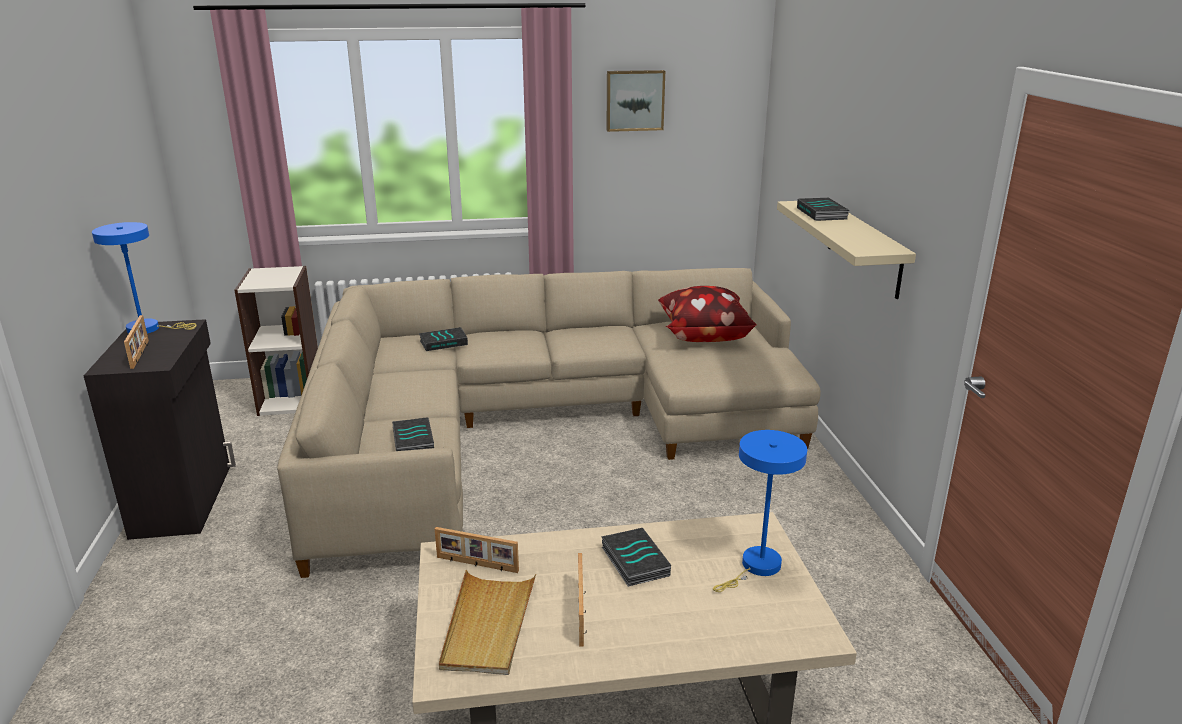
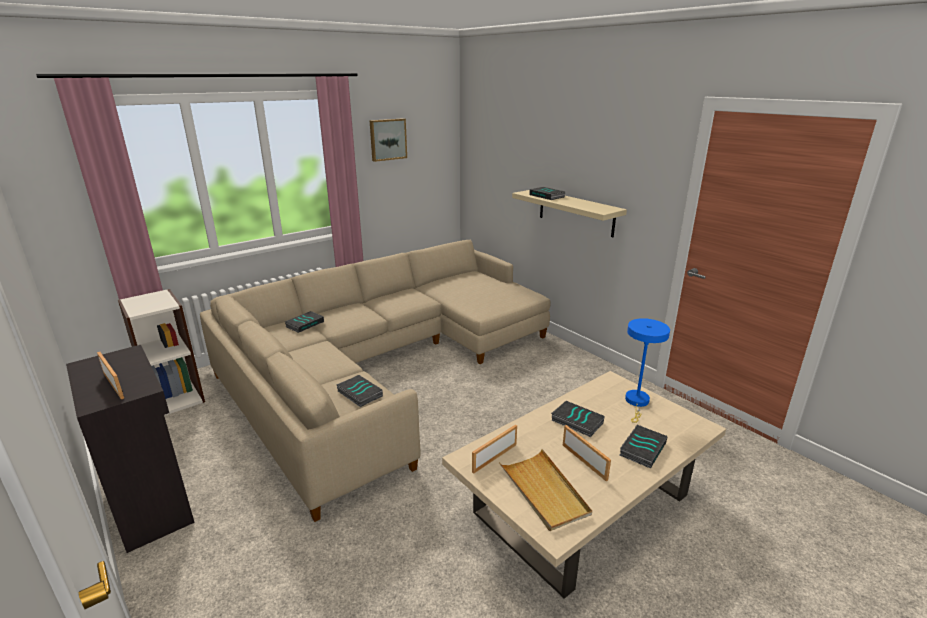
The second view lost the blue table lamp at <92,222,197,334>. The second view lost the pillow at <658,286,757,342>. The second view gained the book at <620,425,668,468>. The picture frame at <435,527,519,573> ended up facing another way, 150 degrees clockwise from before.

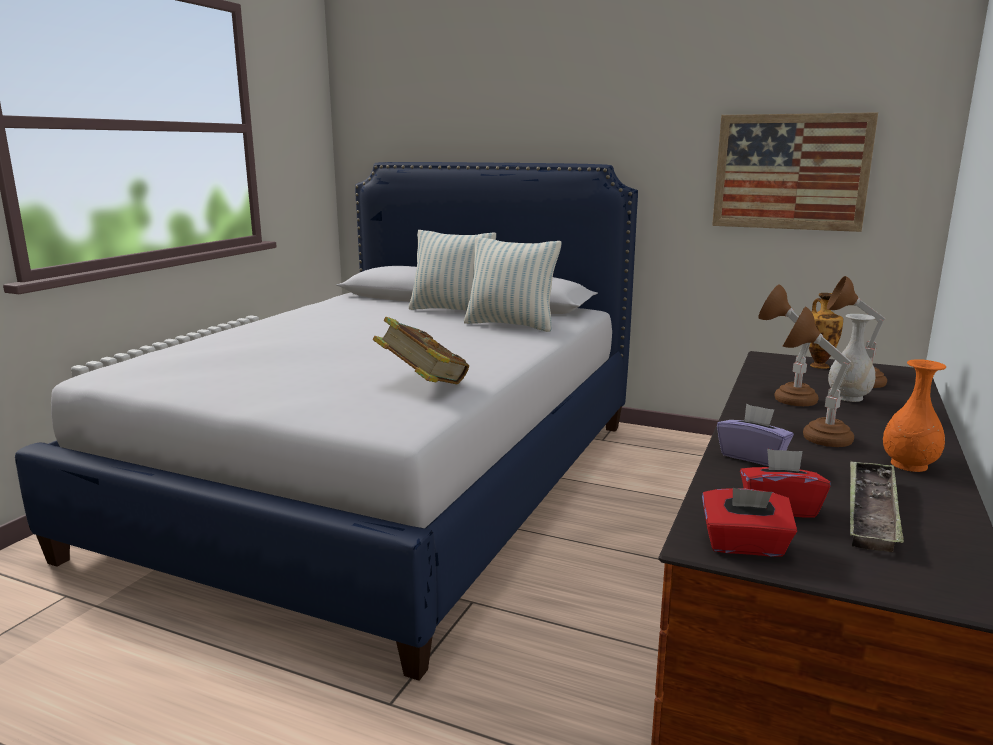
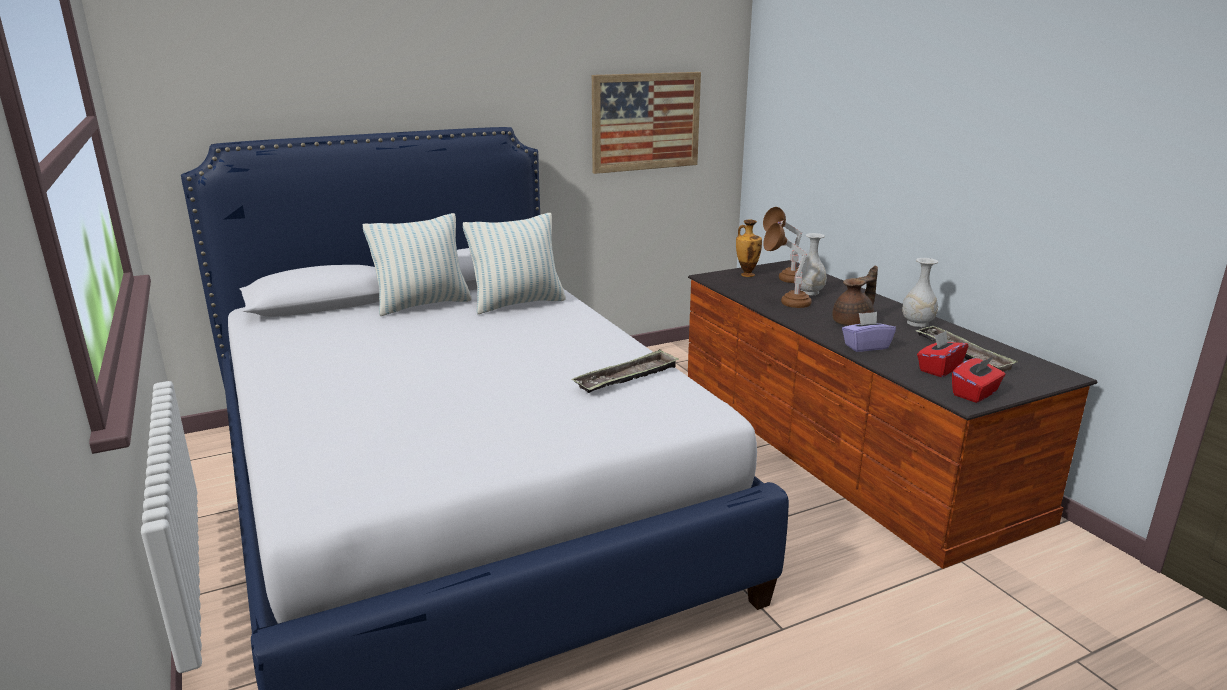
Where the book stood at <373,317,469,384>, the tray came to stand at <572,349,679,393>. Where the brown table lamp stood at <783,306,854,447>, the brown teapot came to stand at <832,266,878,326>. What was the orange vase at <883,359,946,472> turned into the white vase at <902,258,938,327>.

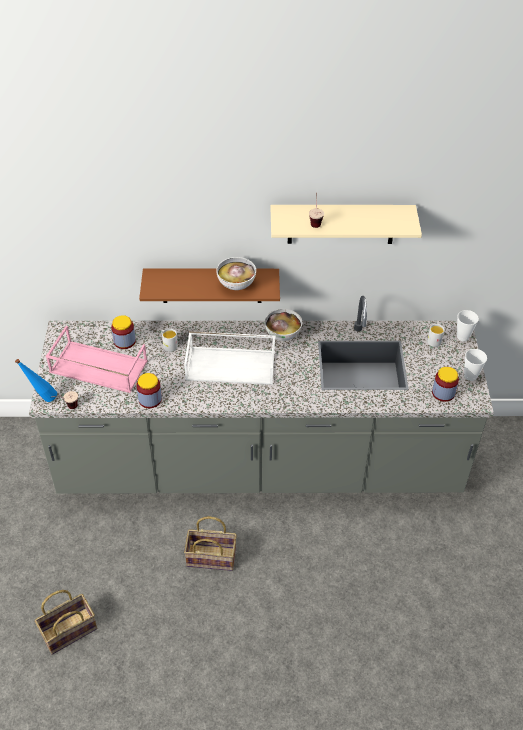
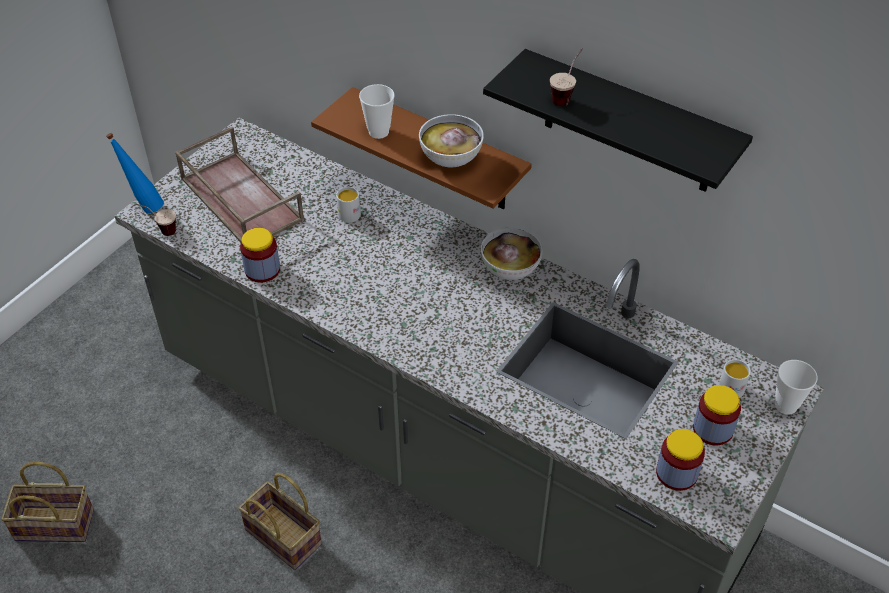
The second view lost the white tray at <184,331,275,385>. The jar ended up elsewhere, having gone from <111,315,136,349> to <693,385,741,445>. The cup ended up elsewhere, having gone from <464,349,487,381> to <359,84,395,139>. What was the pink tray at <46,326,148,393> turned into the brown tray at <175,127,304,242>. What was the beige shelf at <271,205,422,244> turned into the black shelf at <483,49,753,192>.

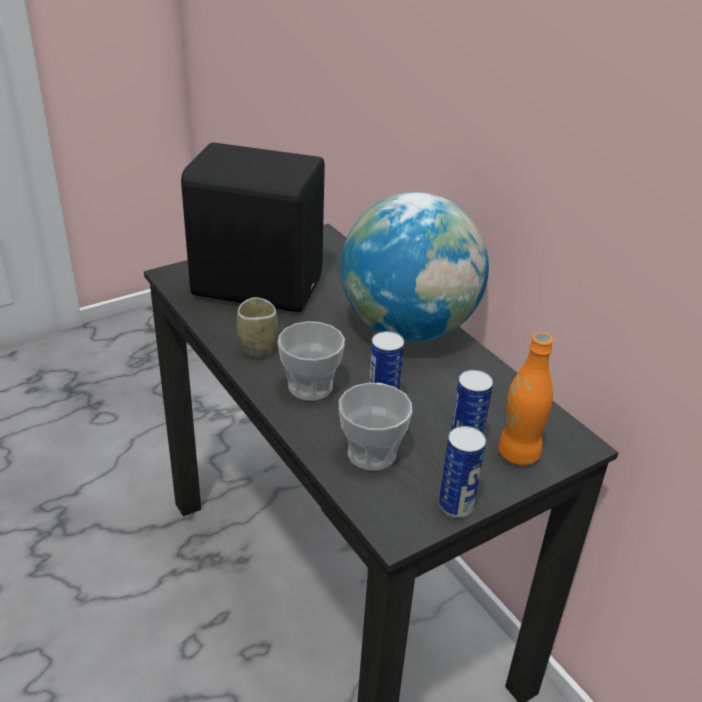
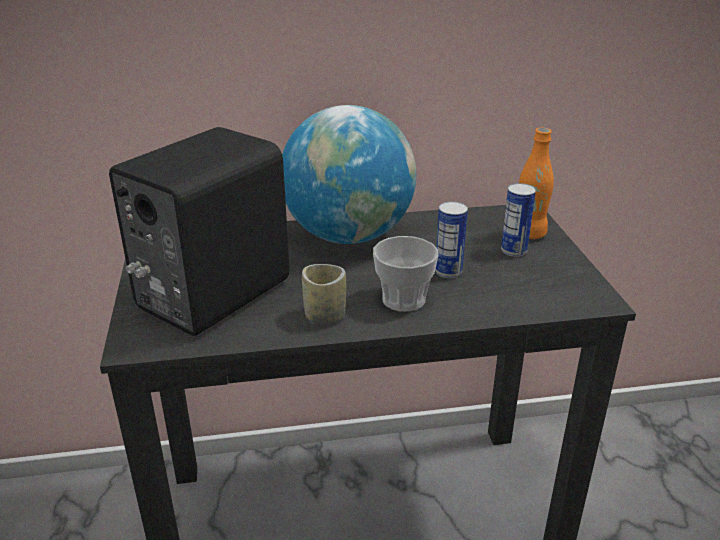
The second view lost the cup at <339,383,412,471>. The second view lost the can at <439,426,486,519>.

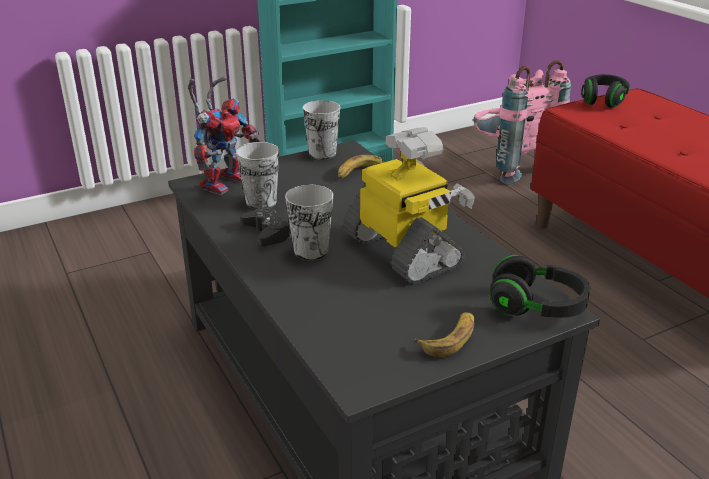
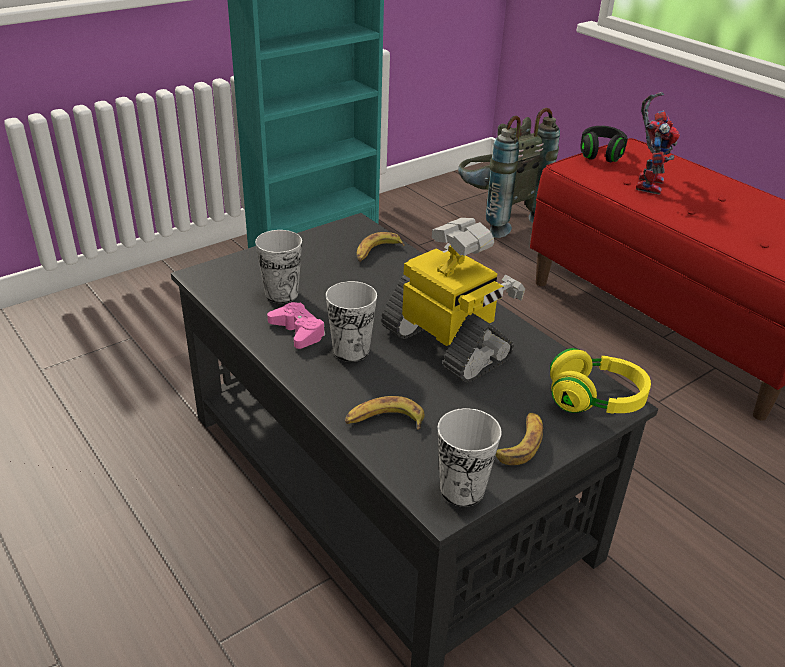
The second view gained the banana at <345,396,425,430>. The toy robot ended up elsewhere, having gone from <188,77,261,195> to <636,92,680,195>. The cup ended up elsewhere, having gone from <303,100,340,160> to <438,408,502,507>. What was the black game controller at <241,206,291,246> turned into the pink game controller at <267,302,325,349>. What was the pink backpack at <473,60,571,184> turned into the grey backpack at <458,108,560,238>. What was the black headphones at <490,255,590,318> turned into the yellow headphones at <550,348,651,414>.

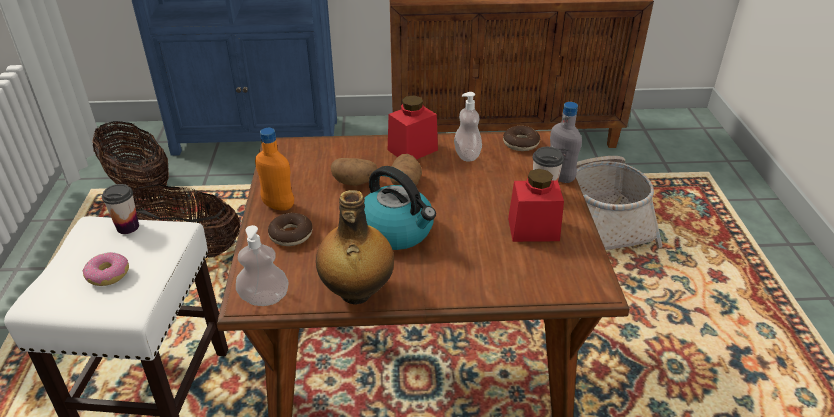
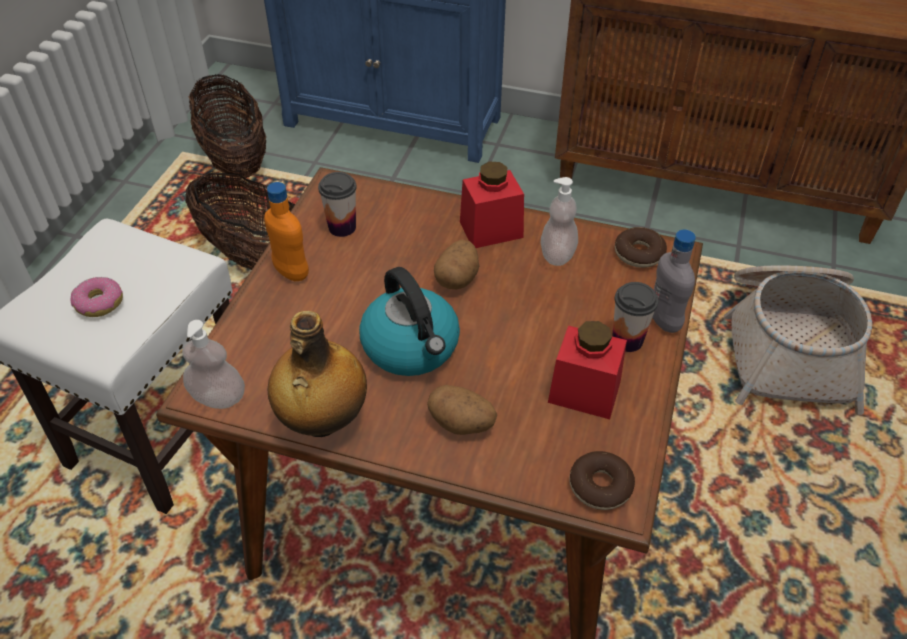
The cup ended up elsewhere, having gone from <102,184,139,234> to <318,172,357,237>. The donut ended up elsewhere, having gone from <268,213,312,246> to <569,451,635,510>. The potato ended up elsewhere, having gone from <331,158,377,186> to <427,385,497,435>.

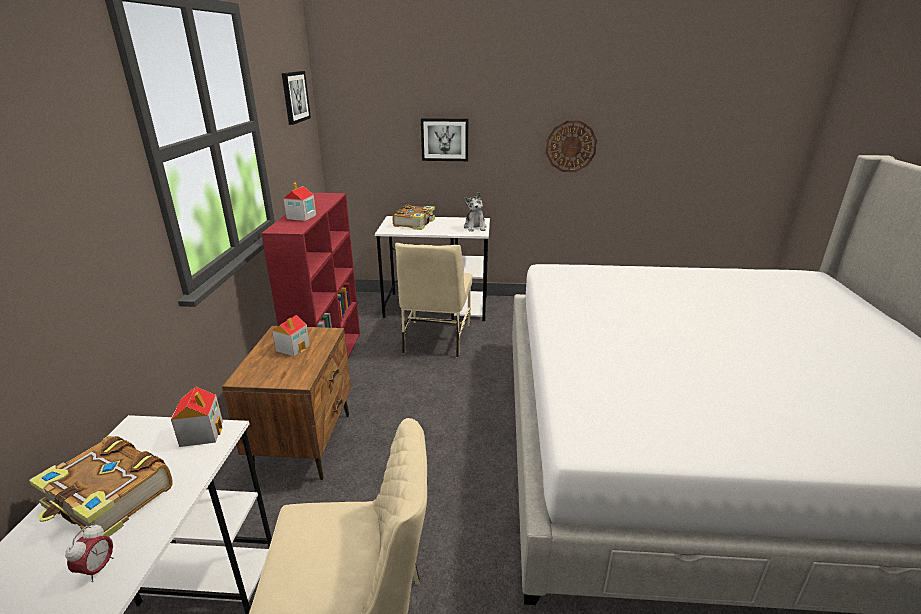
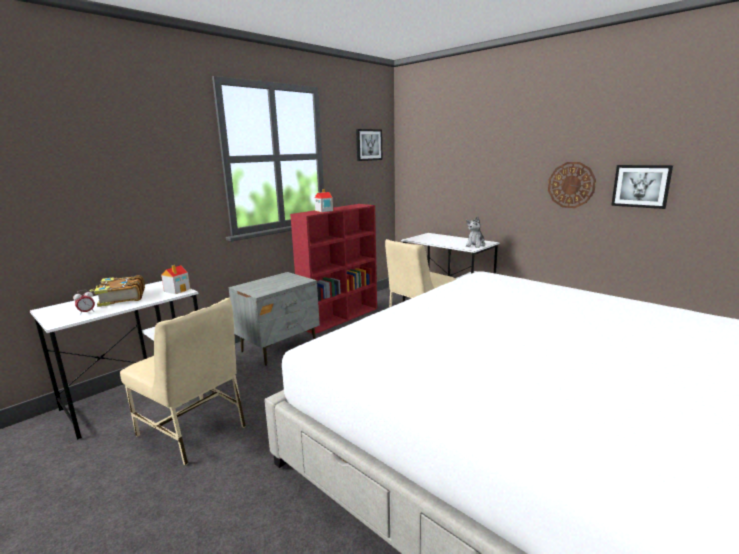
The second view lost the toy house at <272,315,310,356>. The second view lost the book at <392,205,435,230>. The picture ended up elsewhere, having gone from <421,118,468,161> to <611,165,673,209>. What was the brown nightstand at <222,326,351,480> turned into the grey nightstand at <228,272,320,366>.

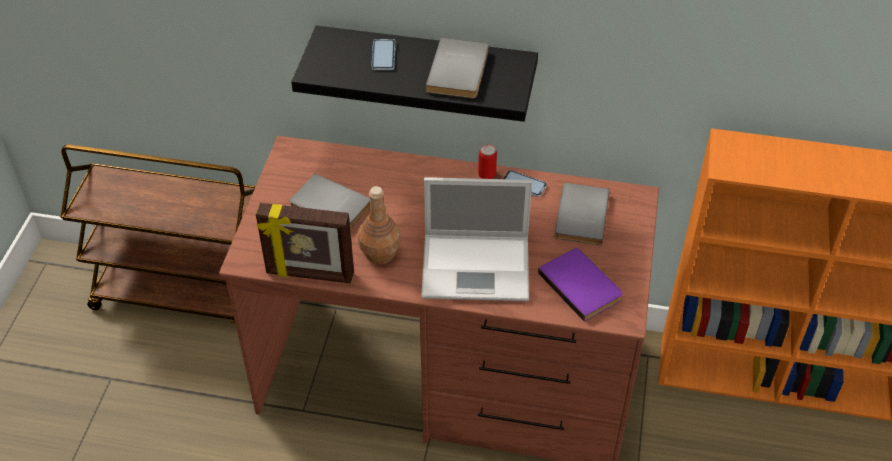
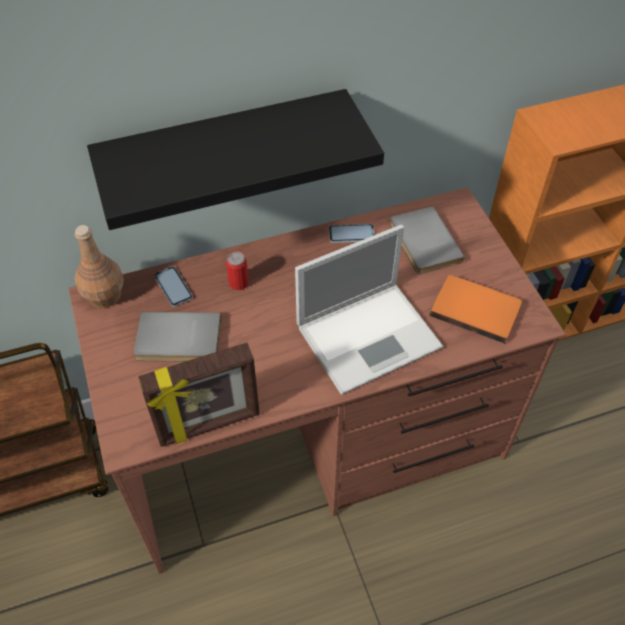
The second view lost the grey book at <425,38,489,98>. The brown bottle ended up elsewhere, having gone from <358,186,401,264> to <75,225,124,308>. The phone ended up elsewhere, having gone from <371,39,395,70> to <154,266,193,307>. The can ended up elsewhere, having gone from <478,144,497,179> to <226,251,249,290>. What was the purple book at <538,248,623,322> turned into the orange book at <429,275,522,344>.

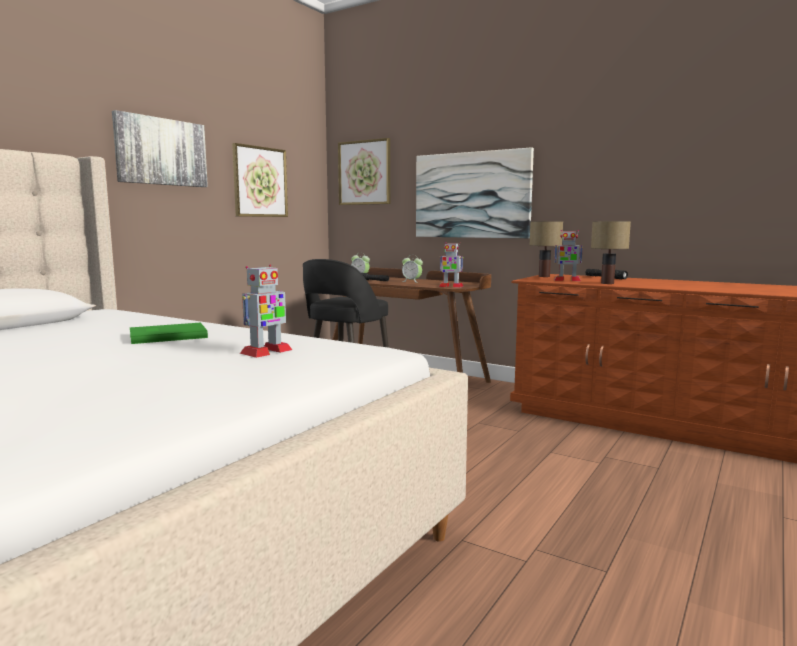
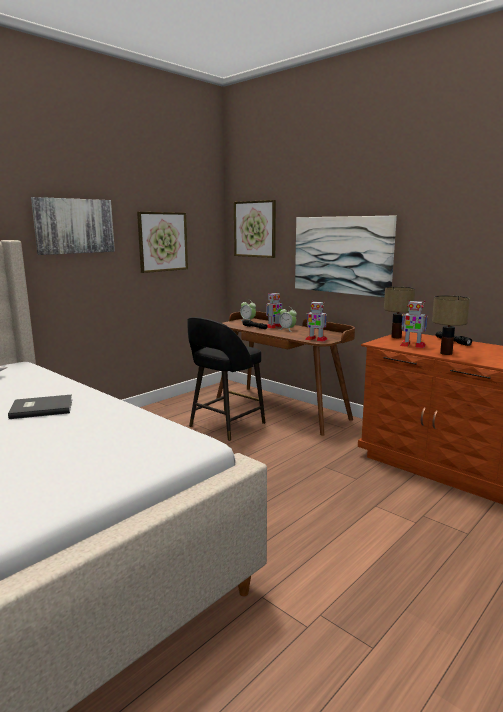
The toy robot ended up elsewhere, having gone from <240,265,292,358> to <266,292,282,329>. What was the green book at <130,323,208,344> turned into the grey book at <8,395,72,419>.

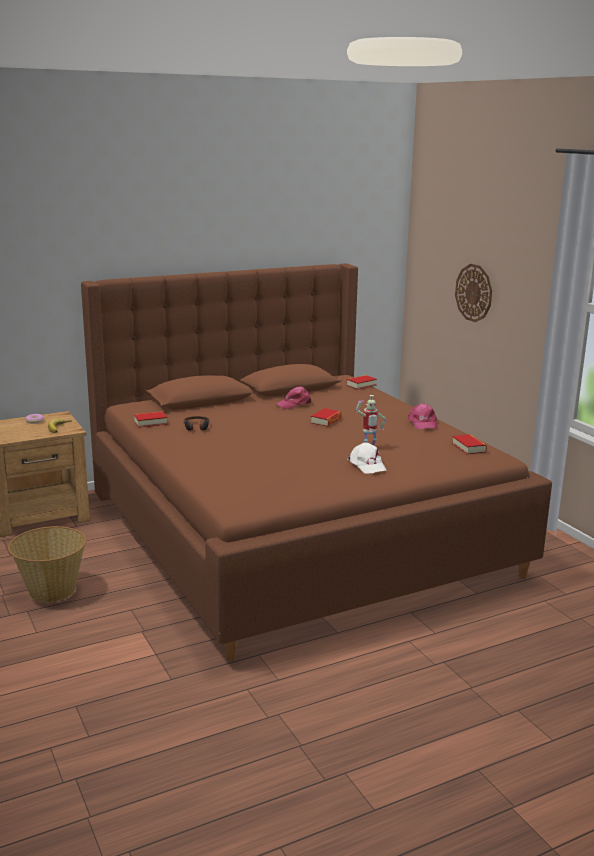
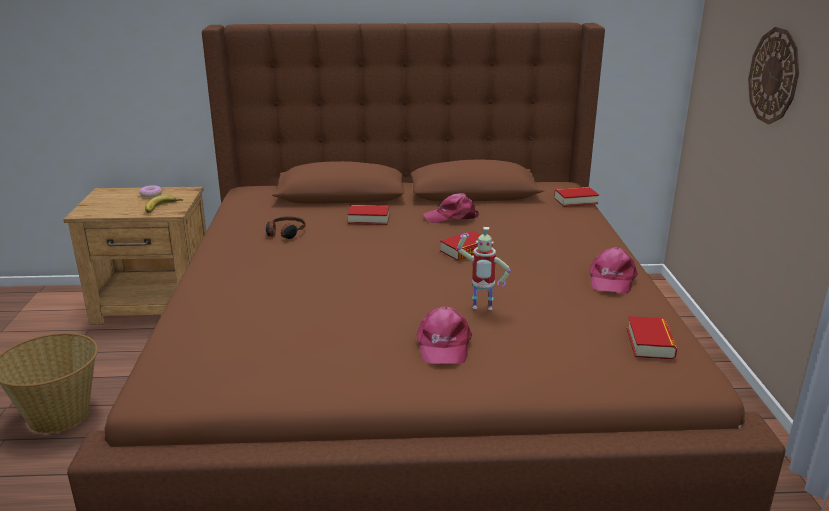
The book ended up elsewhere, having gone from <134,411,167,428> to <348,205,390,225>. What was the white cap at <348,442,387,473> turned into the pink cap at <417,306,472,364>.

